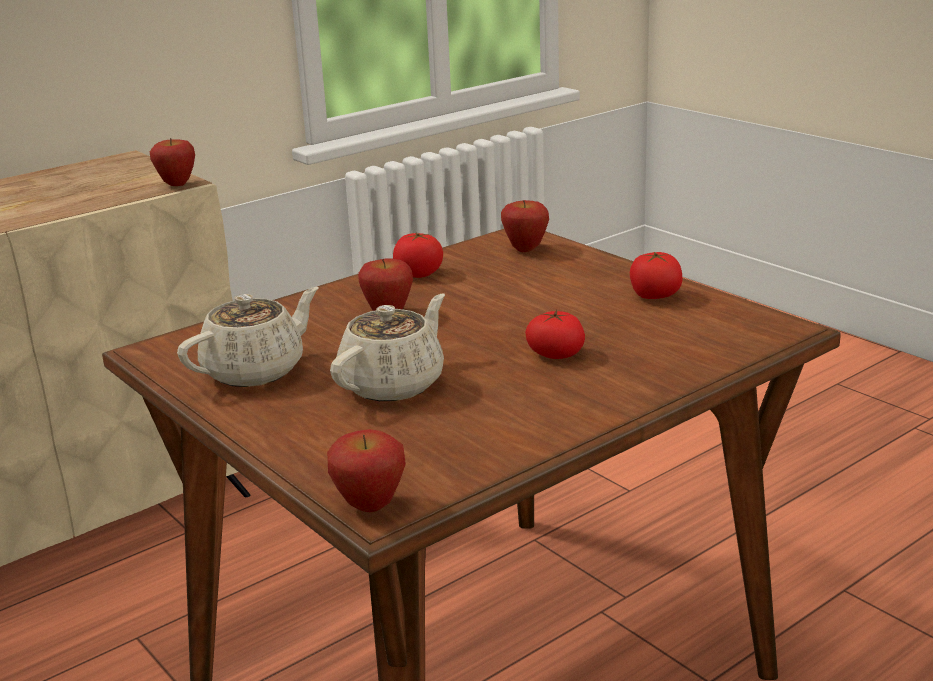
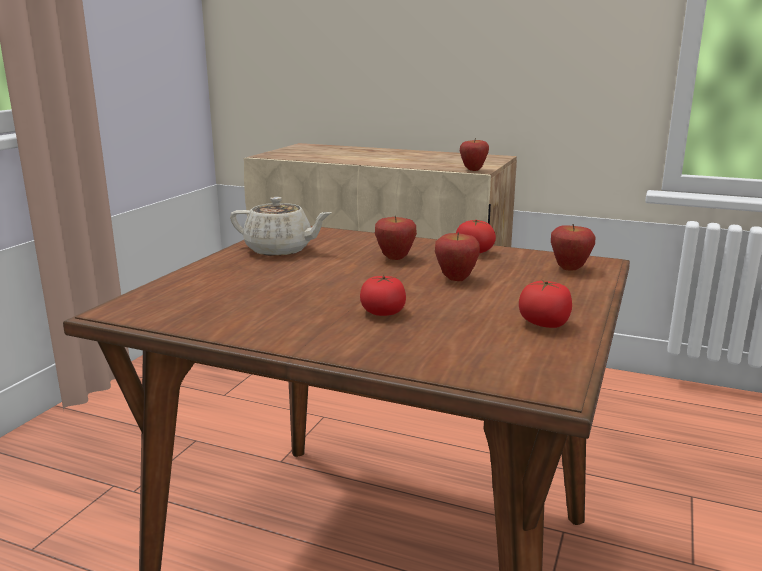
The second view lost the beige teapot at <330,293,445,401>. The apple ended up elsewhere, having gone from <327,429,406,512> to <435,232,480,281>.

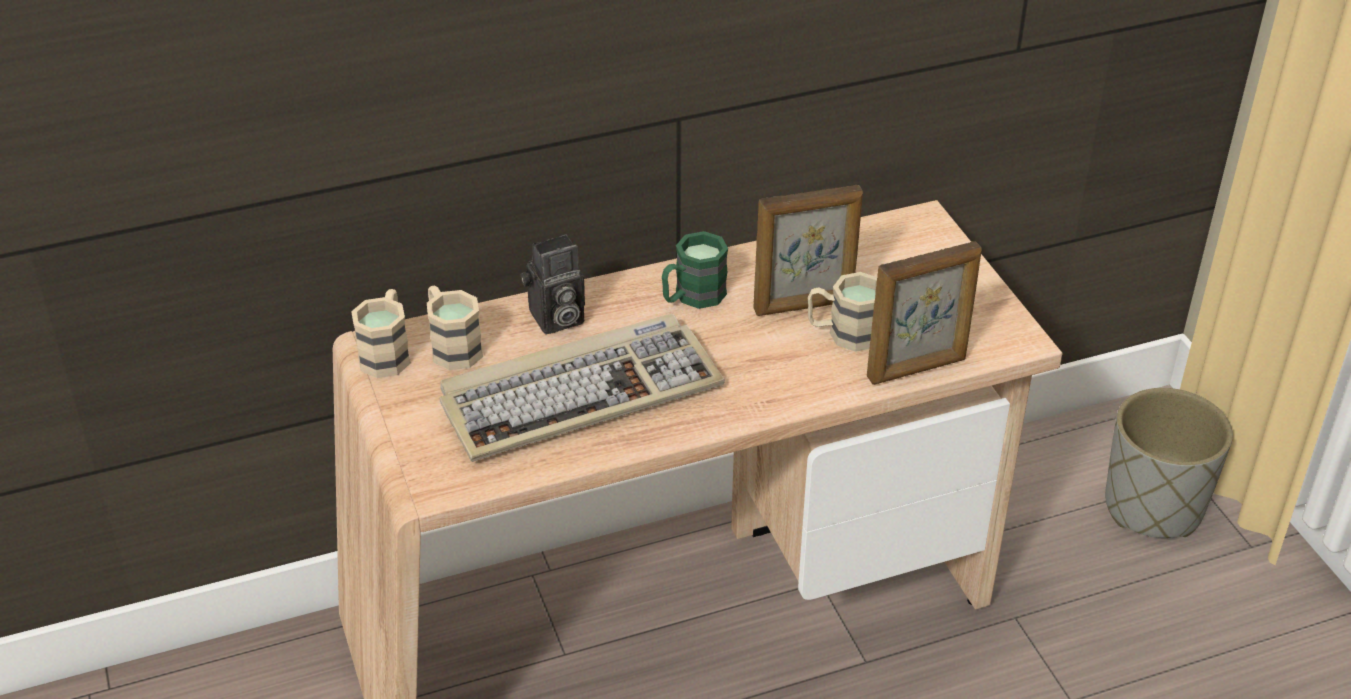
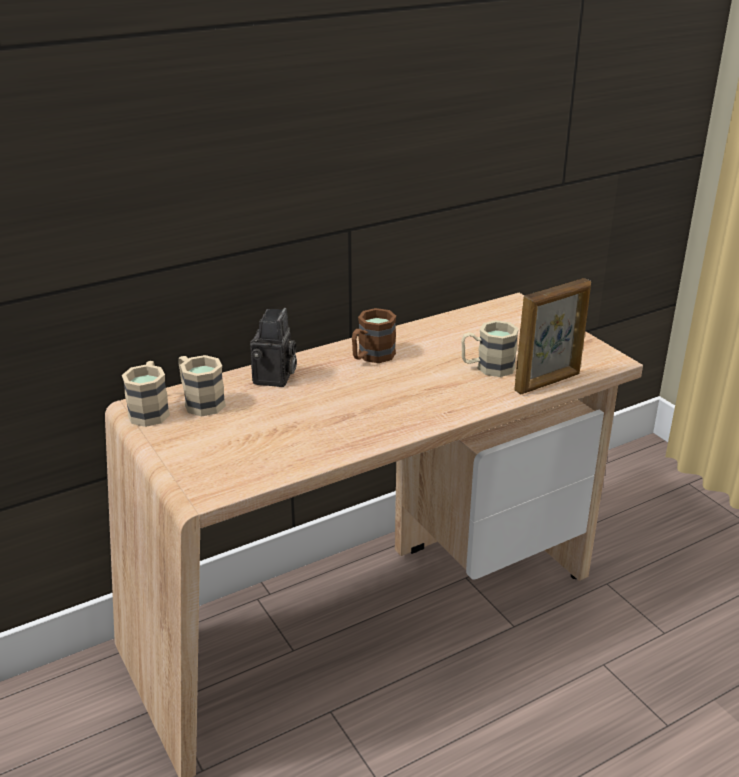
The second view lost the keyboard at <440,314,725,462>. The second view lost the picture frame at <753,185,863,316>. The second view lost the grey planter at <1105,388,1233,538>. What was the green mug at <662,231,728,309> turned into the brown mug at <352,308,396,363>. The photo camera at <521,234,585,334> ended up facing another way, 45 degrees counterclockwise from before.

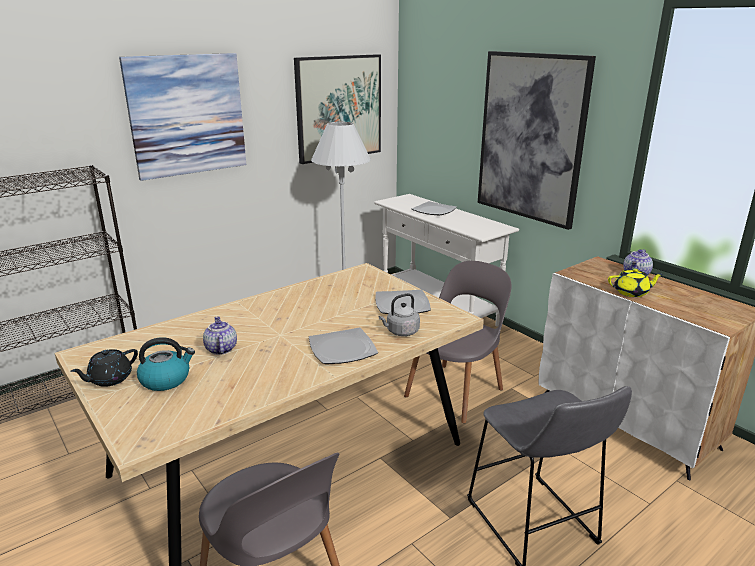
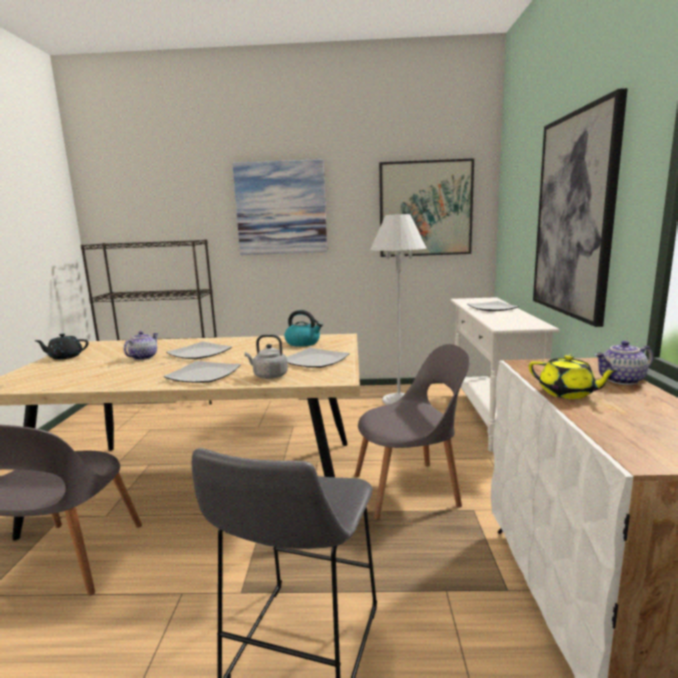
The second view gained the plate at <166,342,232,359>. The kettle ended up elsewhere, having gone from <137,337,195,391> to <284,310,323,347>.

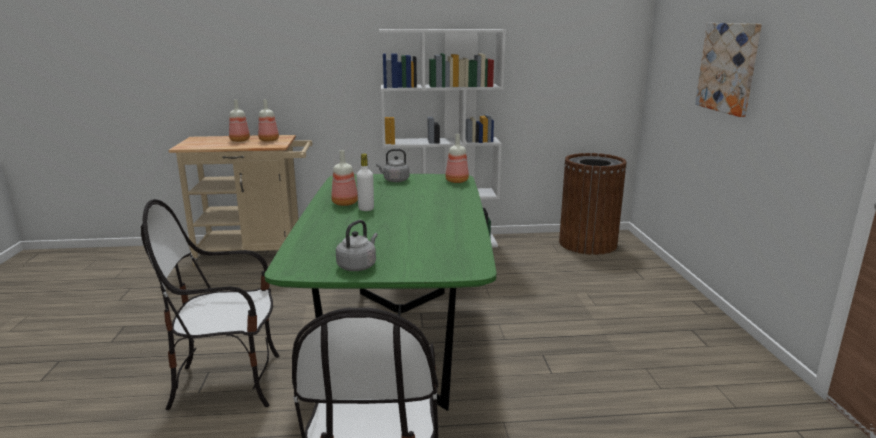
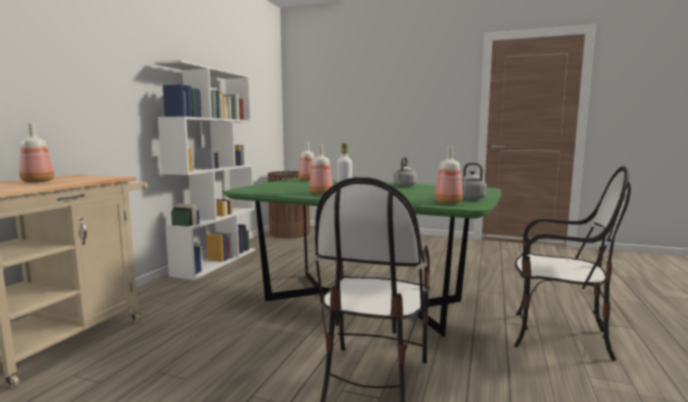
The second view lost the picture at <695,23,762,117>. The bottle ended up elsewhere, having gone from <258,99,279,142> to <434,146,463,204>. The grey kettle ended up elsewhere, having gone from <376,149,409,182> to <393,157,417,186>.

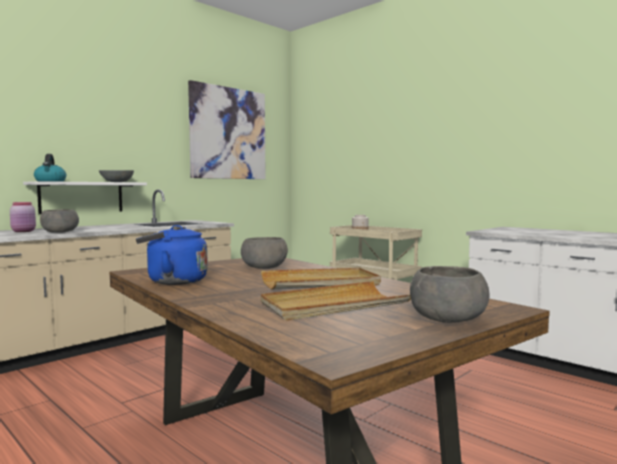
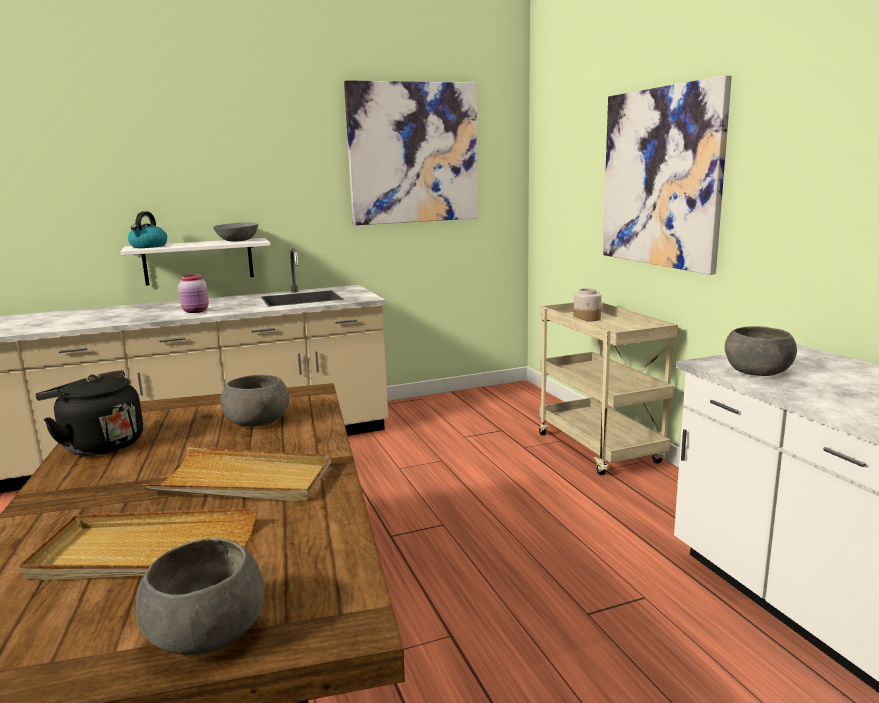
The second view gained the picture at <603,75,732,275>. The pink jar ended up elsewhere, having gone from <10,202,36,232> to <178,274,209,313>. The grey bowl ended up elsewhere, having gone from <40,209,79,233> to <725,326,797,376>. What was the blue kettle at <136,225,208,285> turned into the black kettle at <35,370,143,456>.

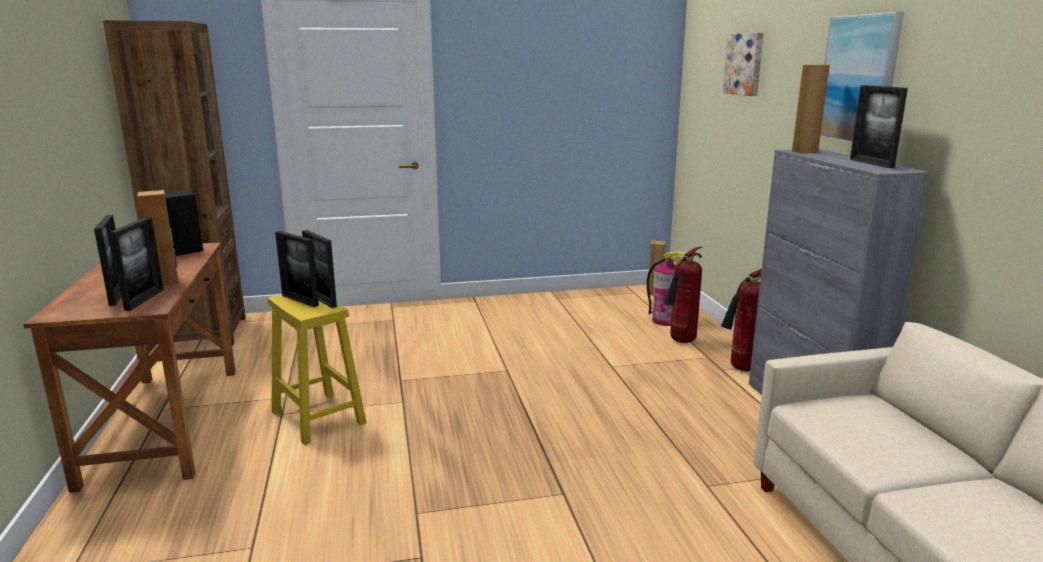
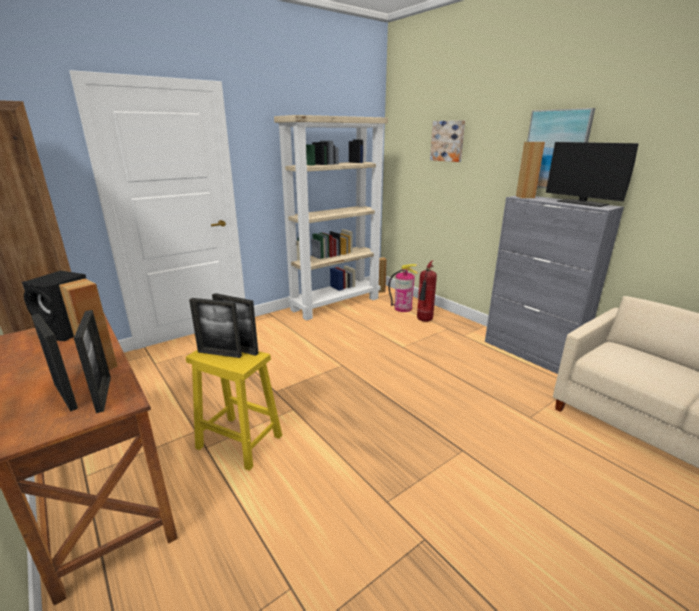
The second view lost the fire extinguisher at <721,269,762,372>. The second view gained the beige bookcase at <274,115,388,321>. Where the picture frame stood at <850,85,908,168>, the monitor came to stand at <546,142,639,207>.

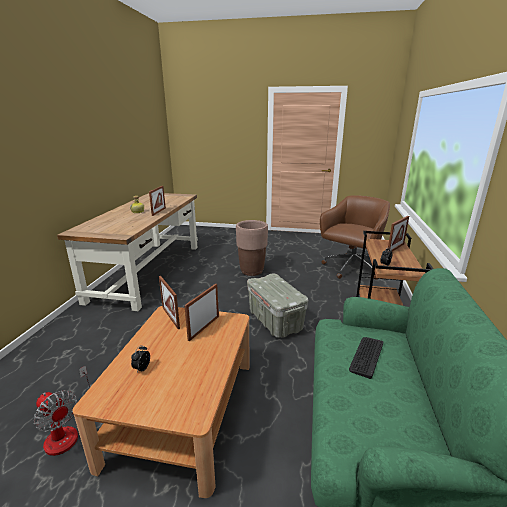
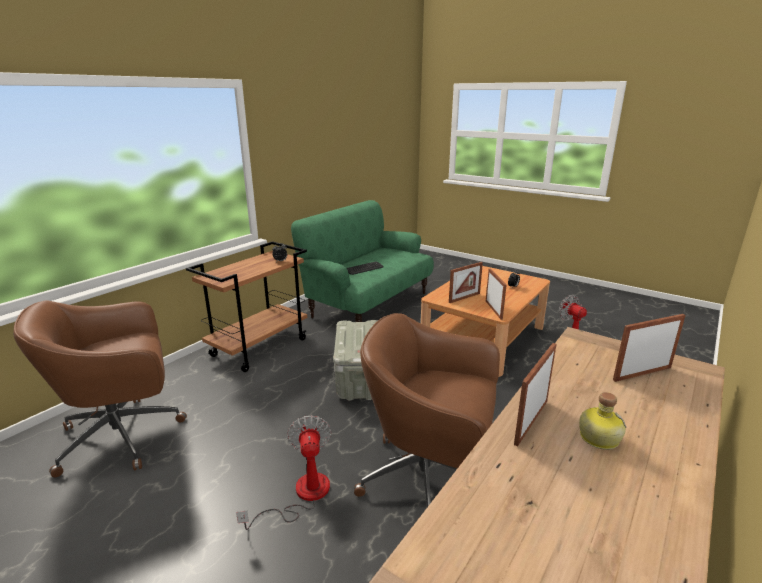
The second view gained the brown office chair at <354,313,500,507>. The picture frame ended up elsewhere, having gone from <388,216,409,252> to <613,314,686,382>. Where the brown planter stood at <236,220,268,276>, the fan came to stand at <236,415,331,530>.

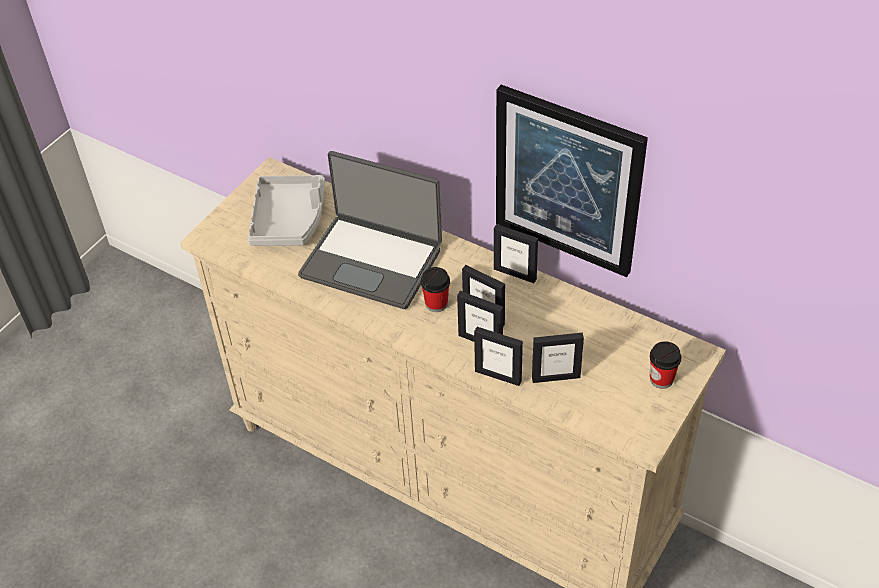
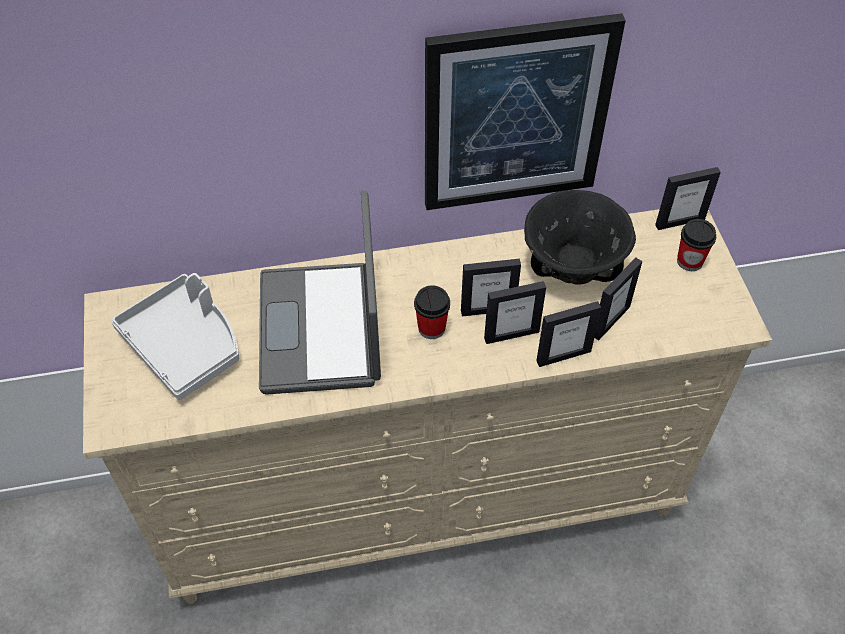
The second view gained the black bowl at <524,190,636,285>. The picture frame ended up elsewhere, having gone from <494,224,538,283> to <655,167,721,230>. The laptop at <298,151,442,309> ended up facing another way, 105 degrees clockwise from before.

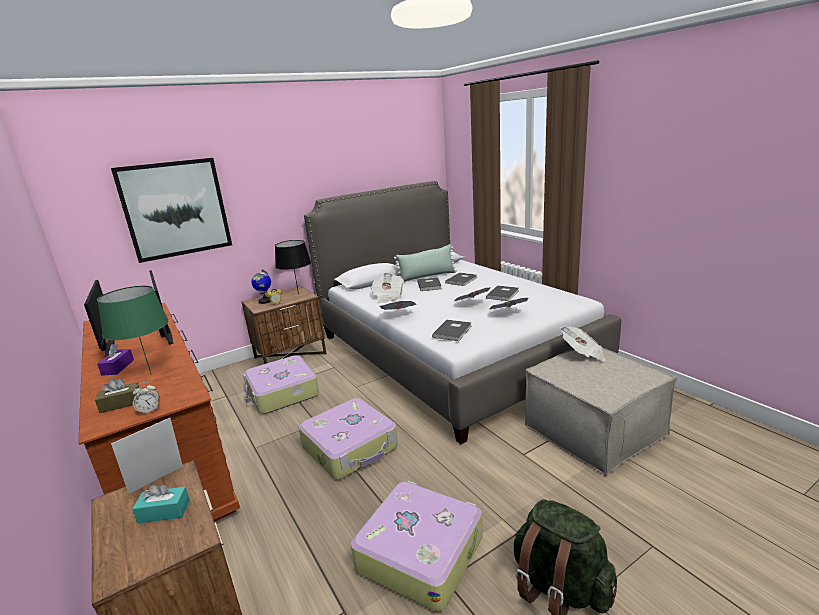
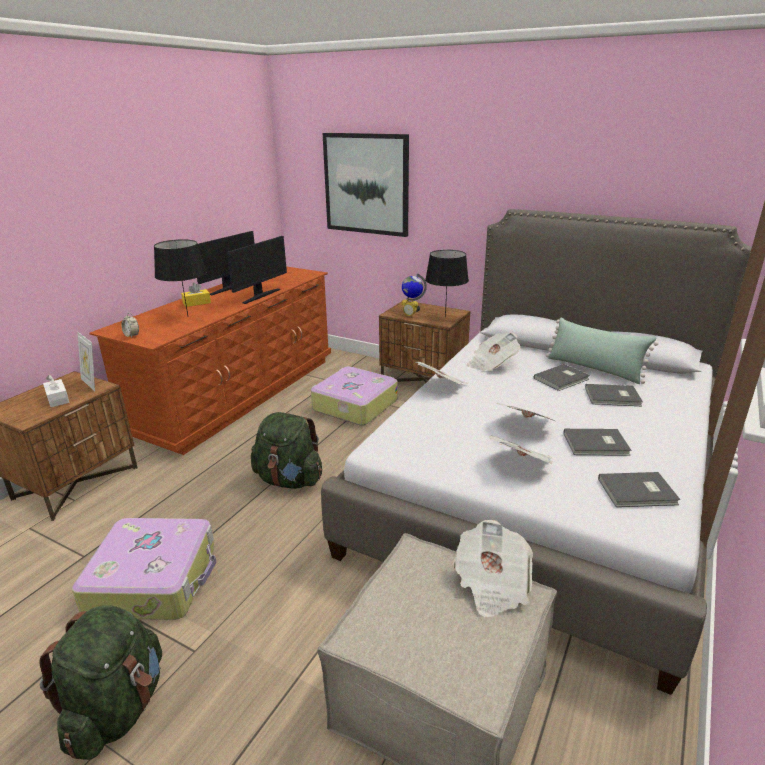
The second view lost the brown tissue box at <95,378,139,413>. The grey book ended up elsewhere, having gone from <432,320,472,341> to <598,472,681,507>. Where the suitcase stood at <299,398,398,480>, the green backpack came to stand at <251,412,322,489>. What was the green table lamp at <97,286,169,375> turned into the black table lamp at <154,239,206,315>. What was the purple tissue box at <97,344,134,376> turned into the yellow tissue box at <181,283,211,307>. What was the turquoise tissue box at <132,484,190,523> turned into the white tissue box at <43,375,69,407>. The picture frame at <111,418,183,494> ended up facing another way, 150 degrees counterclockwise from before.

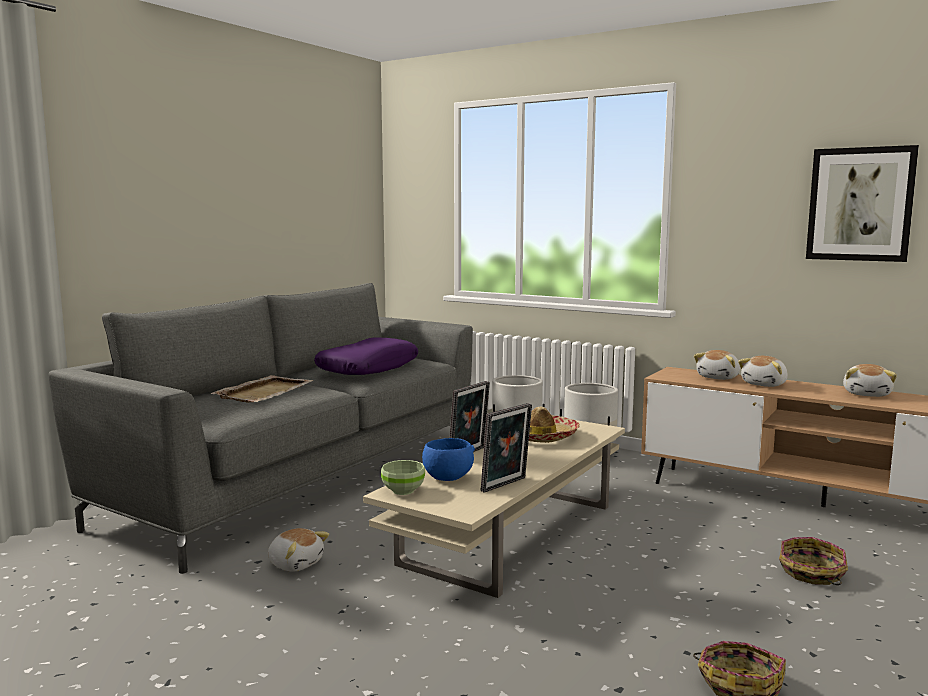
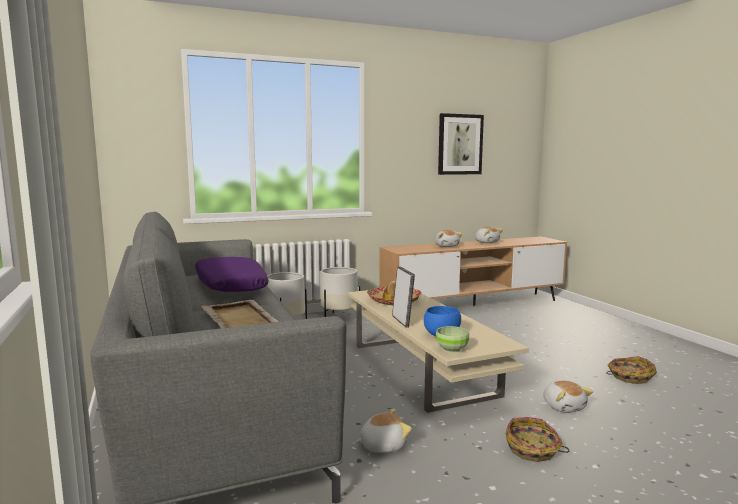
The second view lost the picture frame at <481,403,532,493>. The plush toy ended up elsewhere, having gone from <694,350,740,380> to <543,381,593,413>. The basket ended up elsewhere, having gone from <779,537,848,585> to <506,417,569,462>.

